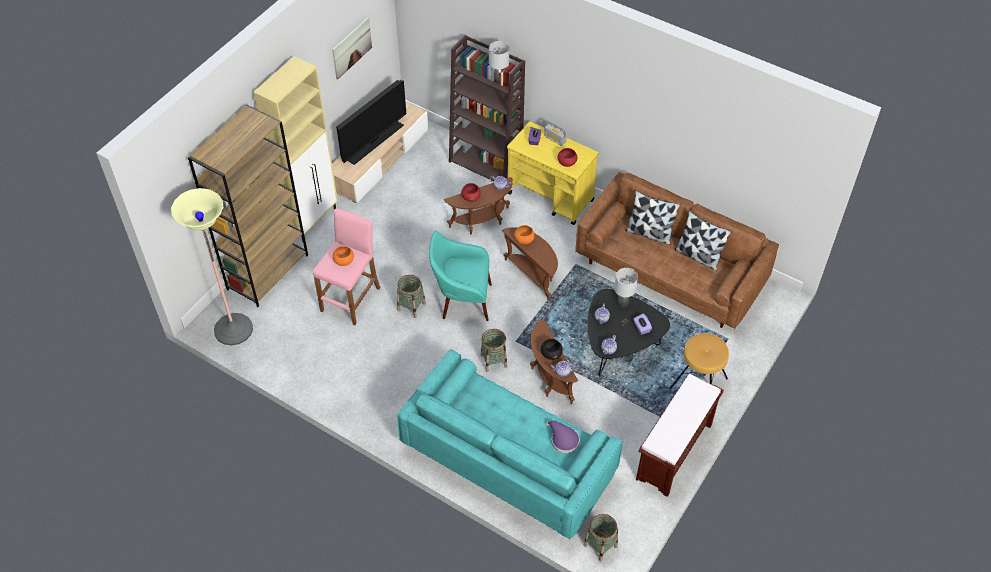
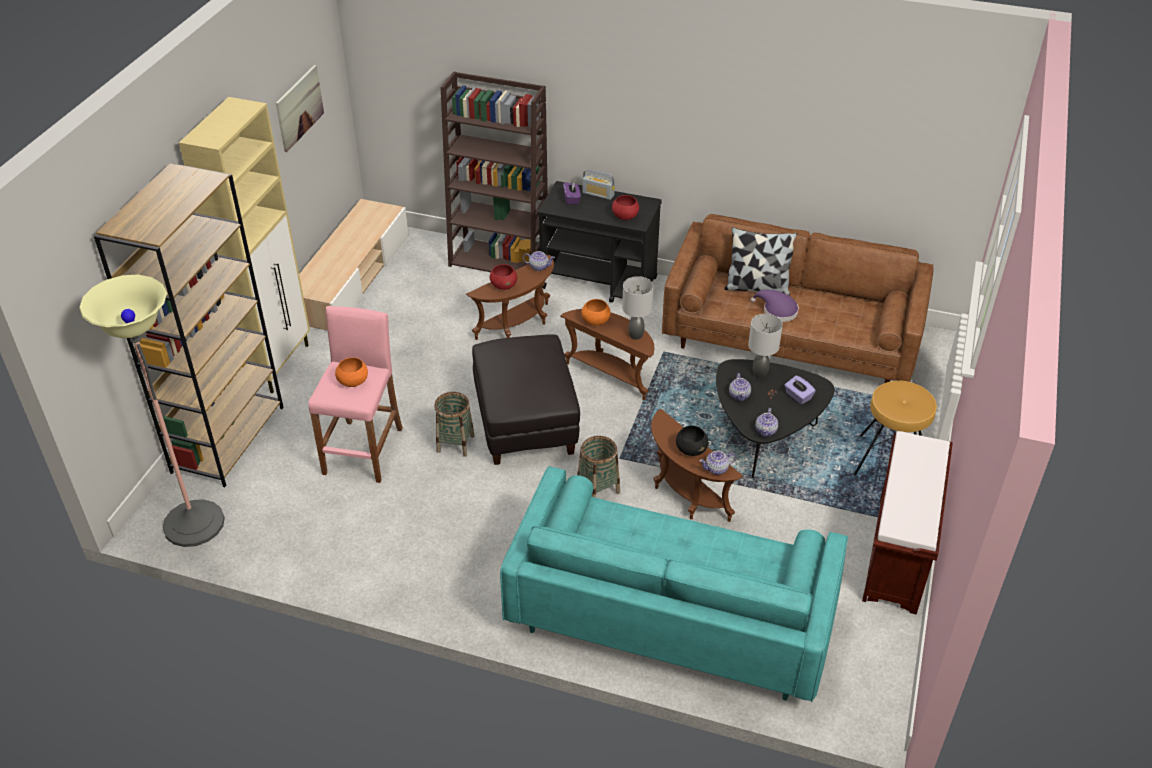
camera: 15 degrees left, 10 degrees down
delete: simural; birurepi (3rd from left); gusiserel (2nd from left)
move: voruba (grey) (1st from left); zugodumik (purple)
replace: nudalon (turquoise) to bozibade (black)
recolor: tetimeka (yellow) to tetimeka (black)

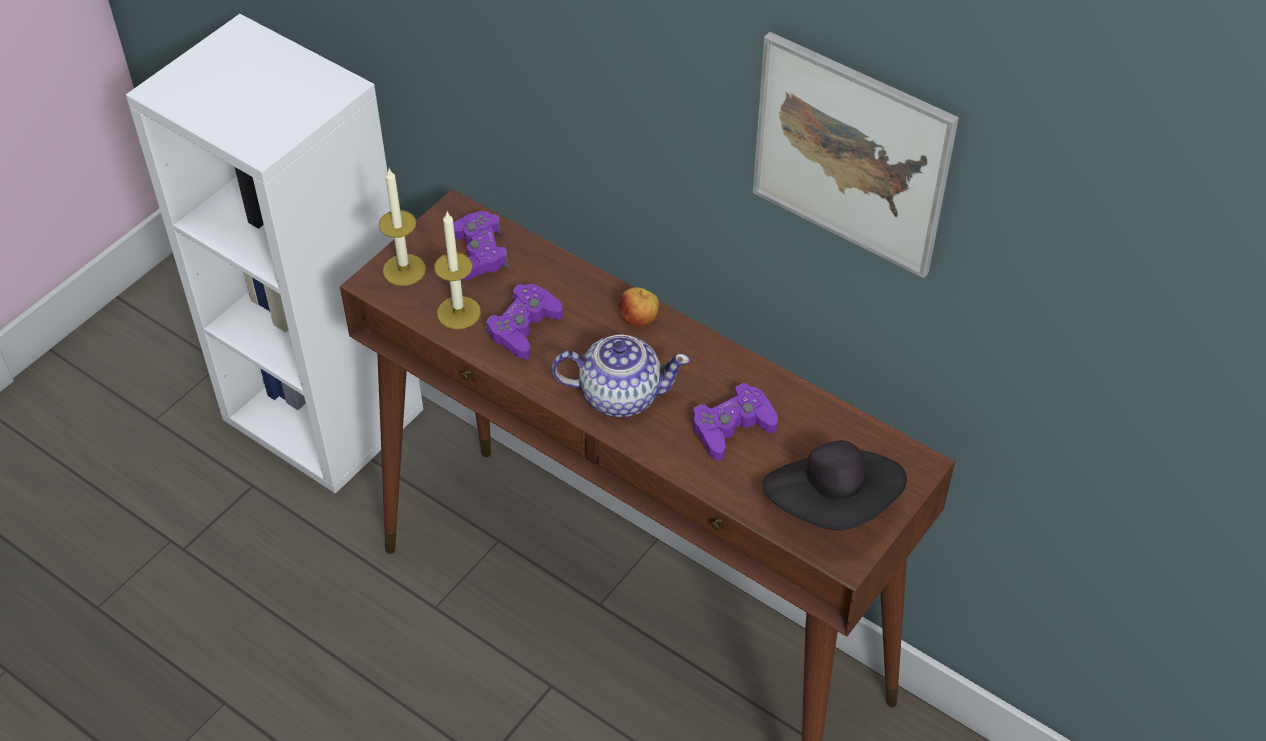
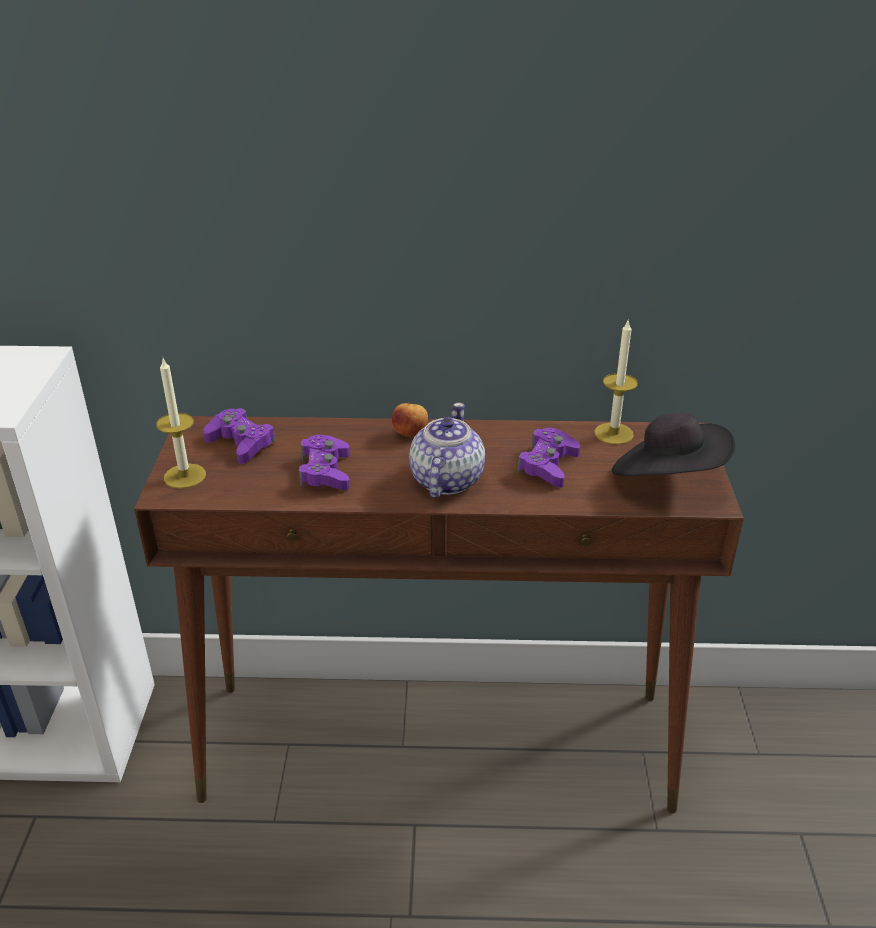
camera: 35 degrees left, 15 degrees down
delete: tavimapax
move: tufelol (2nd from left)
rotate: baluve 45 degrees counterclockwise

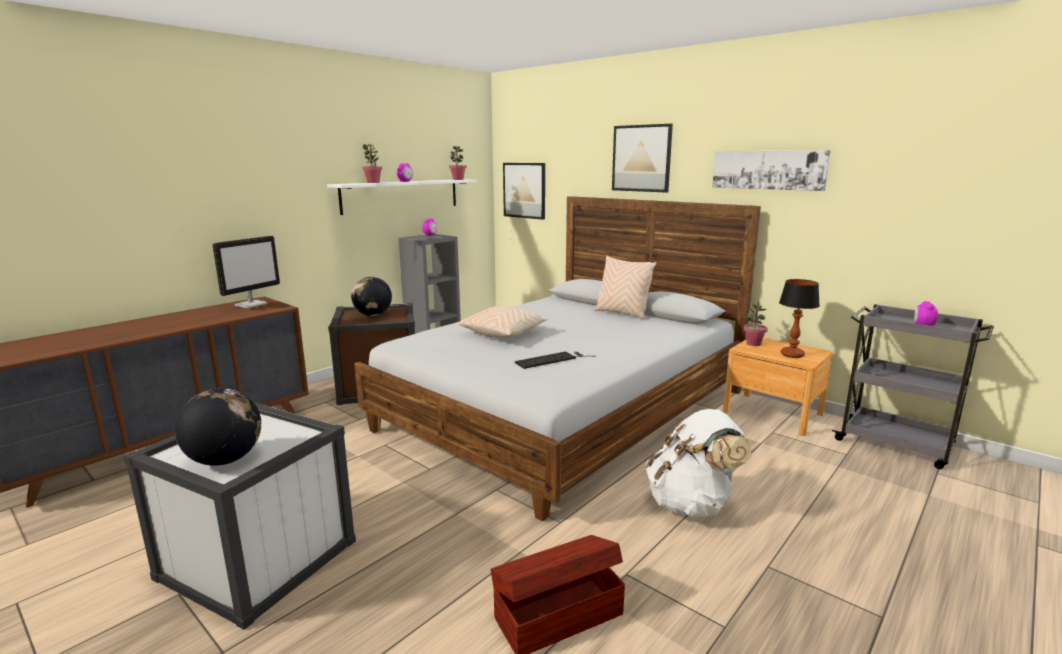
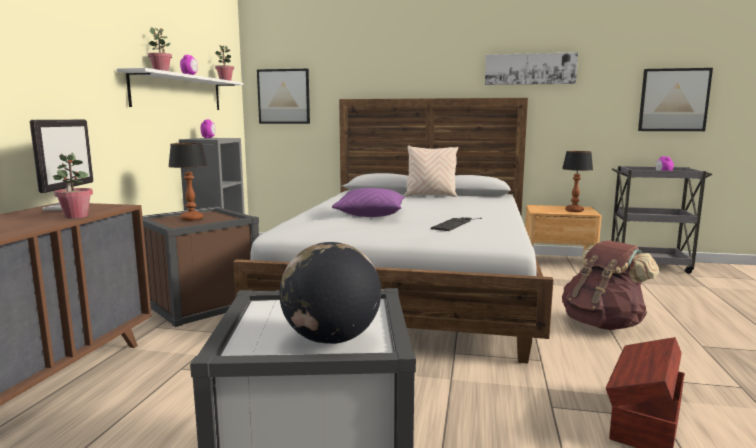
camera: 30 degrees left, 5 degrees down
move: tavimapax (2nd from left in the first image) to tavimapax (3rd from left); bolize (3rd from left in the first image) to bolize (1st from left)
replace: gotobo (2nd from left) to voruba (1st from left)
recolor: gusiserel (beige) (1st from left) to gusiserel (purple); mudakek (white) to mudakek (brown)

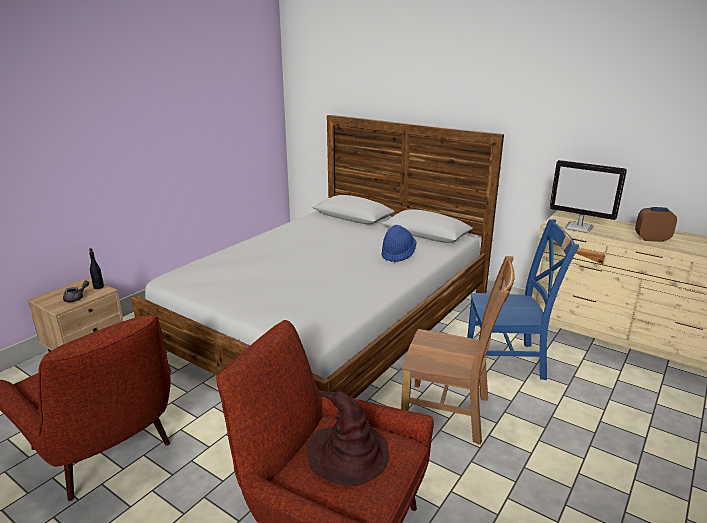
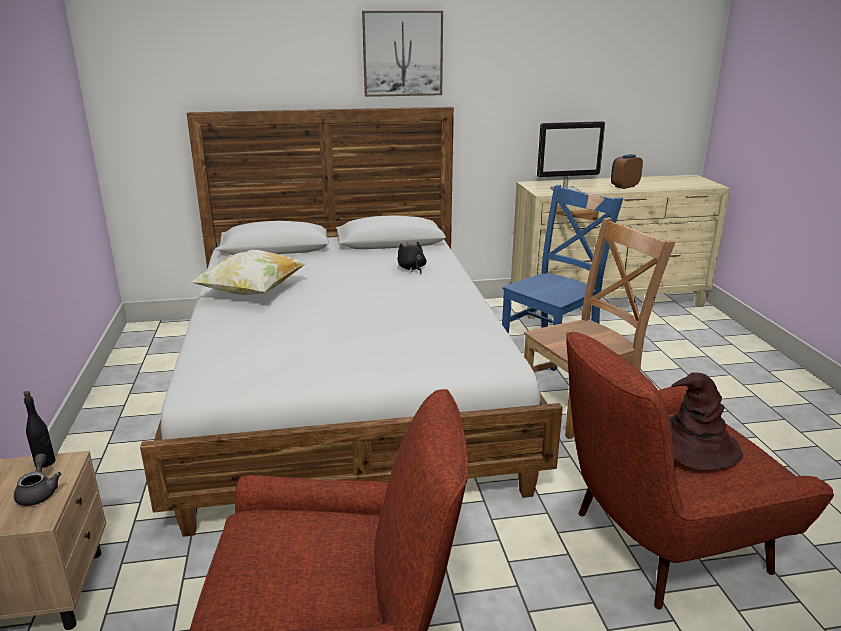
camera: 45 degrees left, 0 degrees up
insert: gusiserel; tavimapax
replace: zugodumik (blue) to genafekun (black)

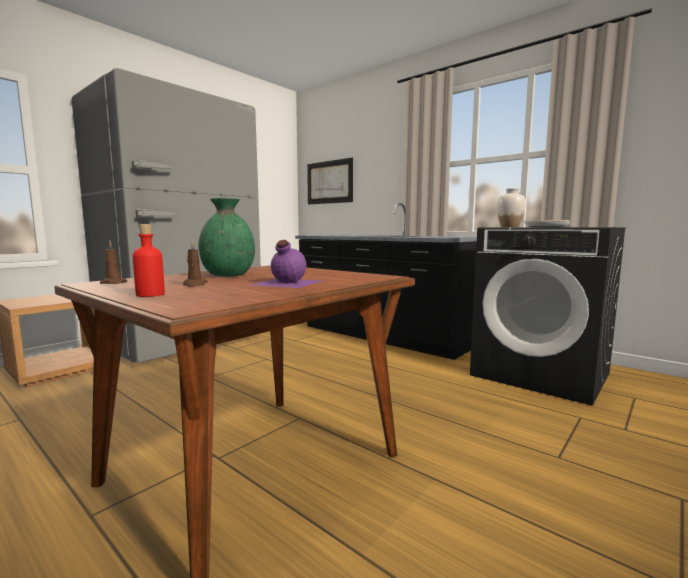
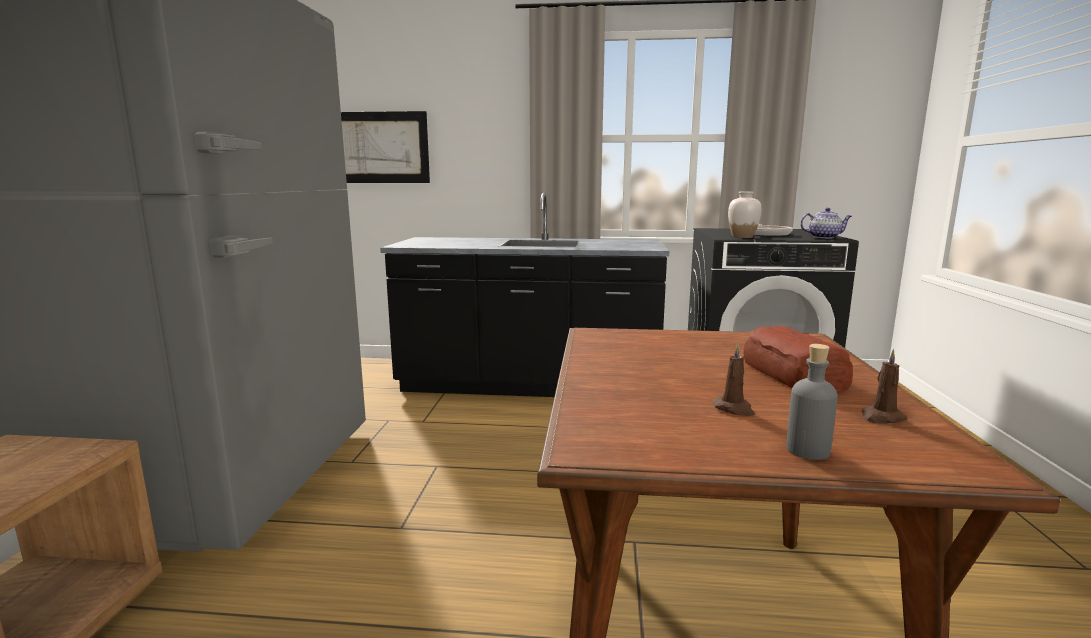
camera: 35 degrees left, 5 degrees up
delete: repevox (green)
insert: baluve
move: tufelol (brown) (1st from left in the first image) to tufelol (brown) (2nd from left)
replace: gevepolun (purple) to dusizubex
recolor: gevepolun (red) to gevepolun (grey)

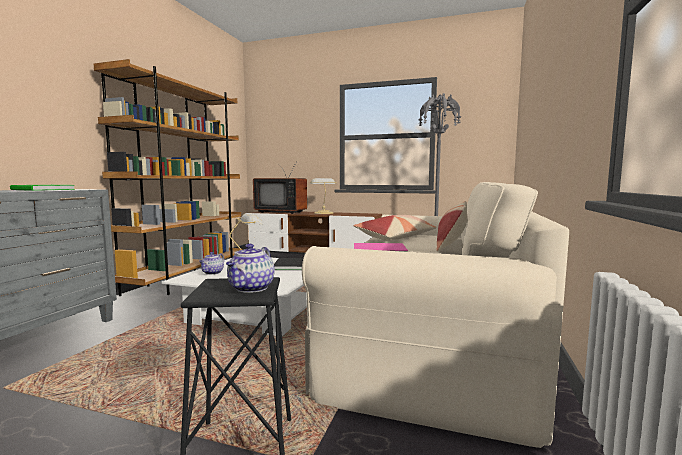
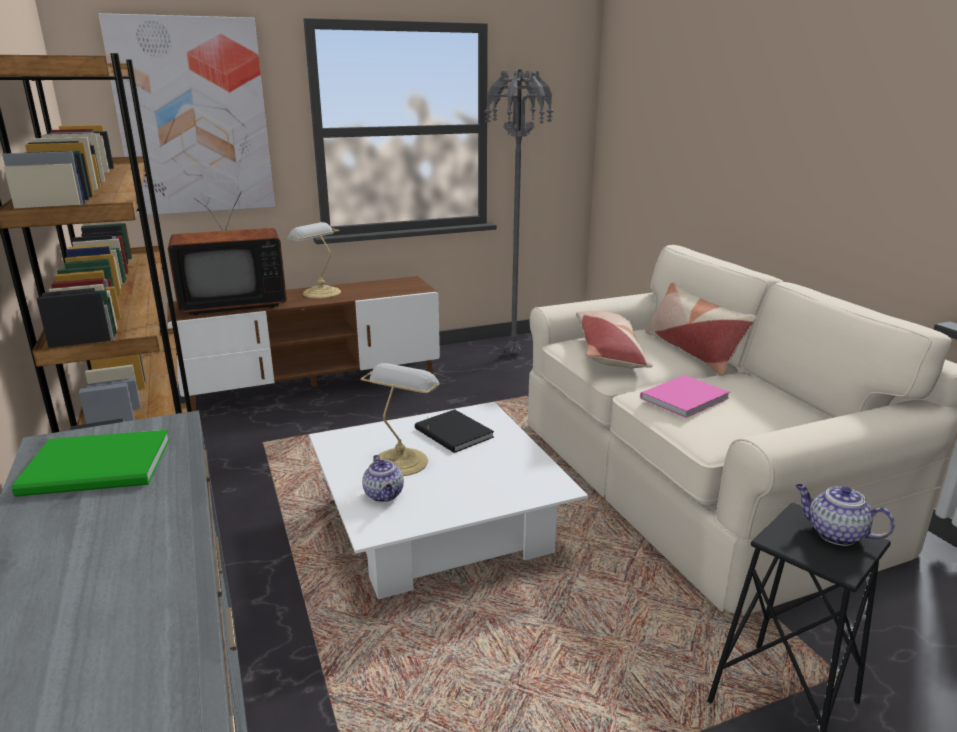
camera: 40 degrees left, 15 degrees up
insert: tavimapax
rotate: baluve (2nd from left) 150 degrees clockwise

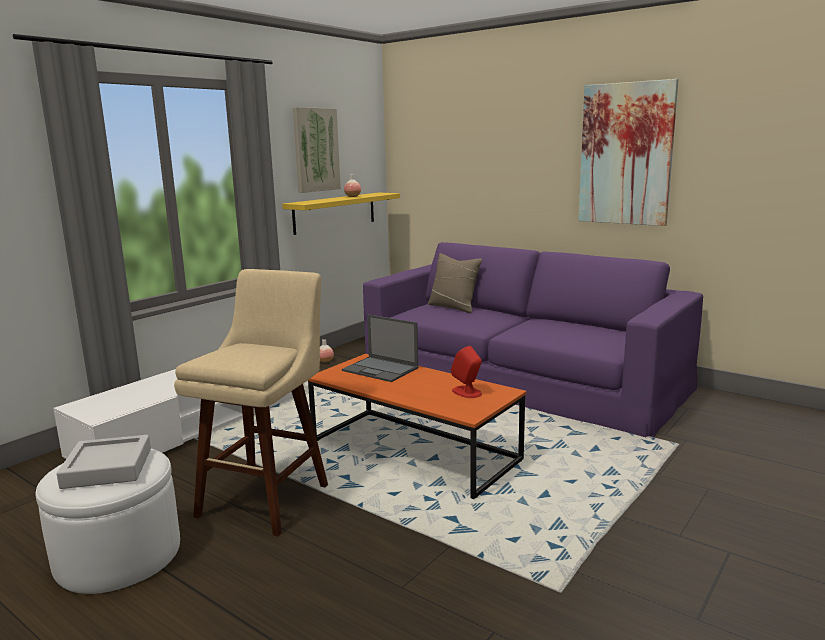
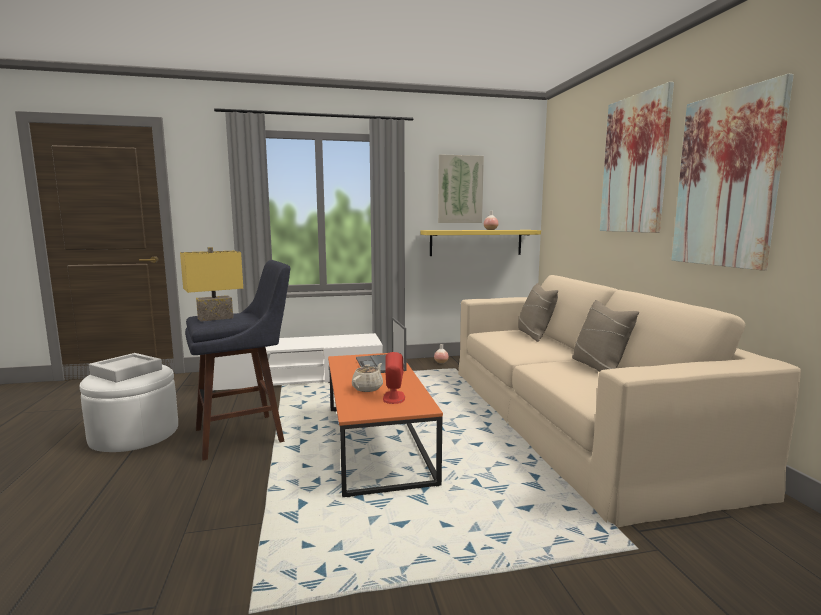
camera: 40 degrees right, 5 degrees down
insert: voruba (yellow); baluve (beige); gusiserel (beige) (2nd from left); tavimapax (2nd from left)
recolor: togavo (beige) to togavo (blue); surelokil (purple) to surelokil (beige)

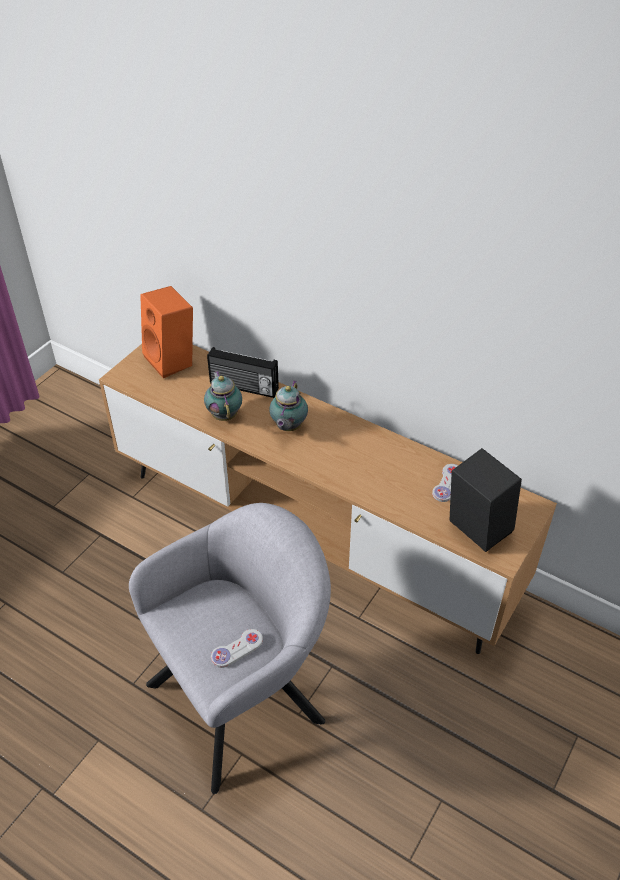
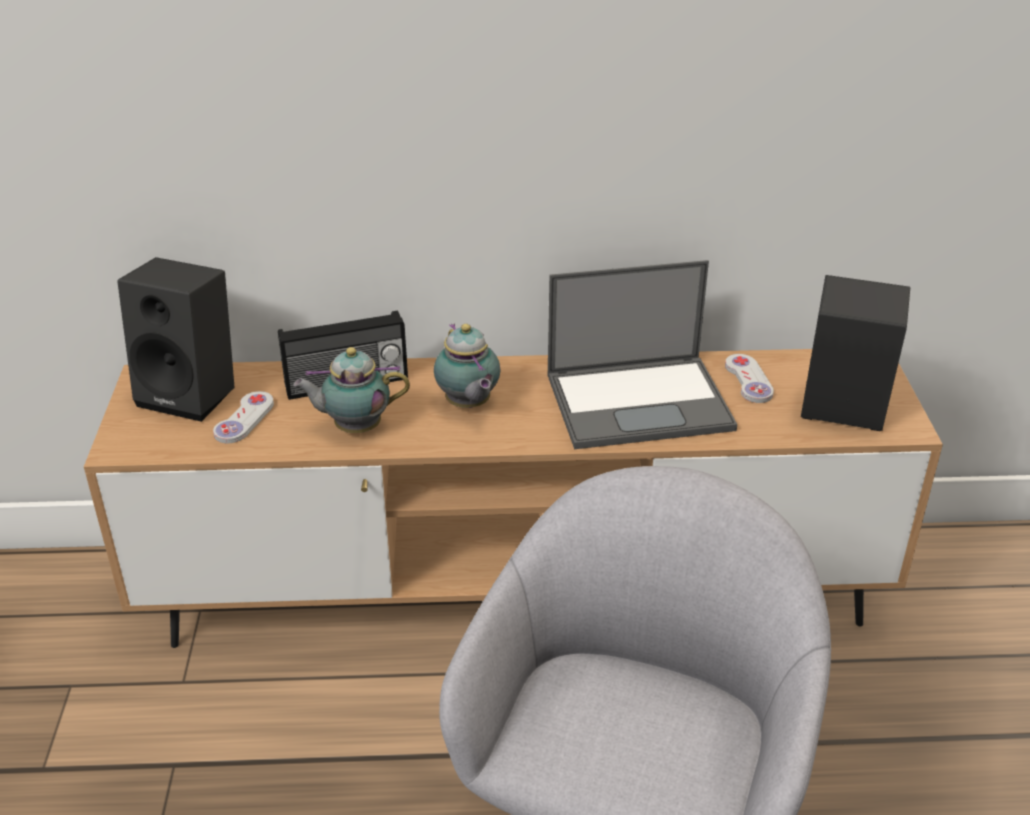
camera: 35 degrees left, 10 degrees down
insert: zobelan
move: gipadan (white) (1st from left)
recolor: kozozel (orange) to kozozel (black) (1st from left)
rotate: baluve (1st from left) 45 degrees counterclockwise

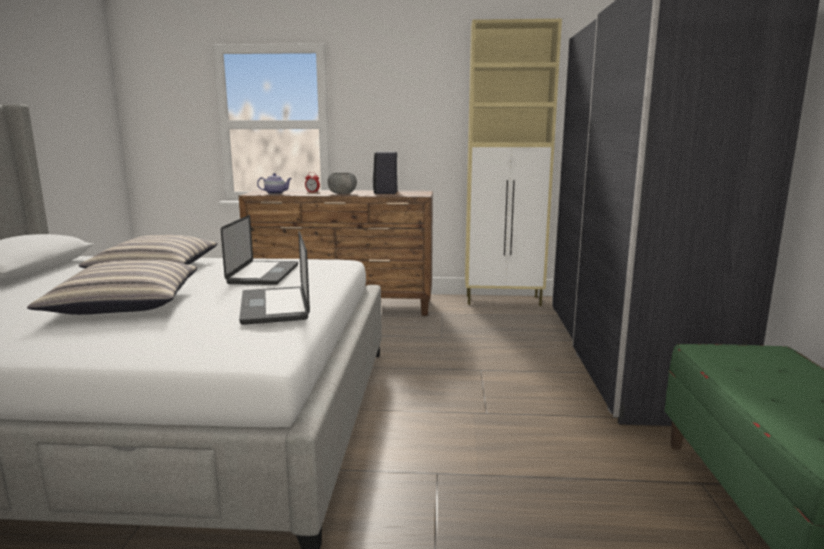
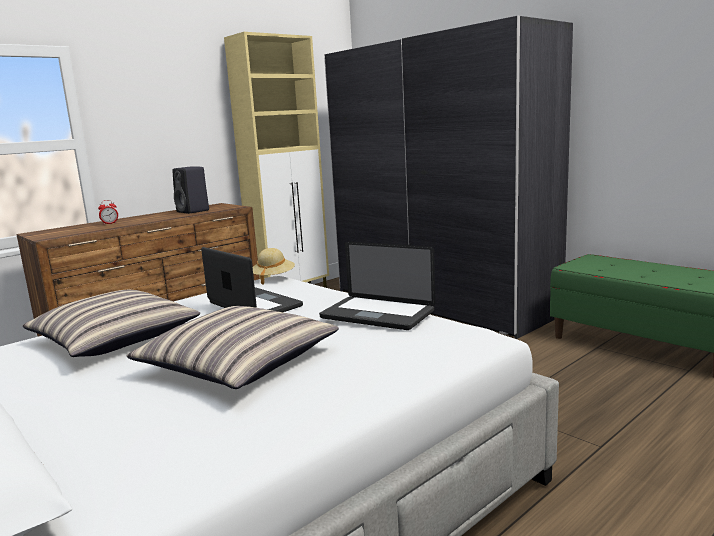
camera: 45 degrees left, 0 degrees up
delete: baluve; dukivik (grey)
insert: zugodumik (beige)

